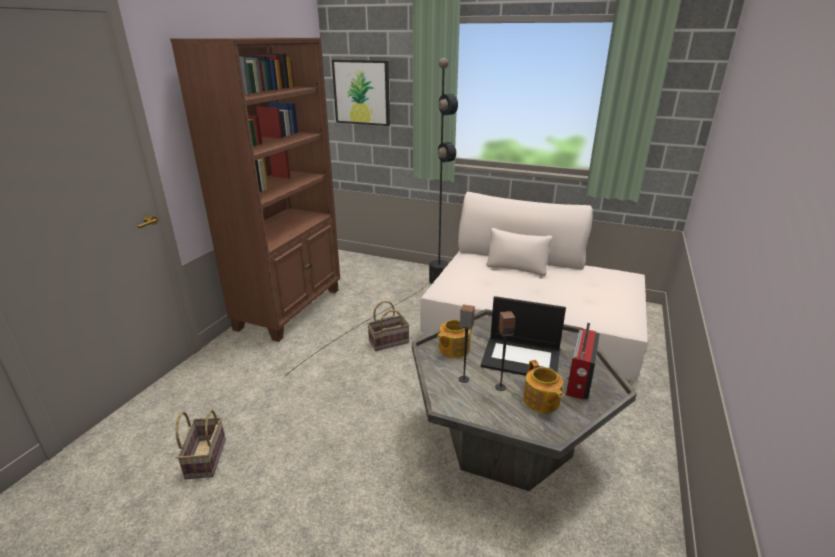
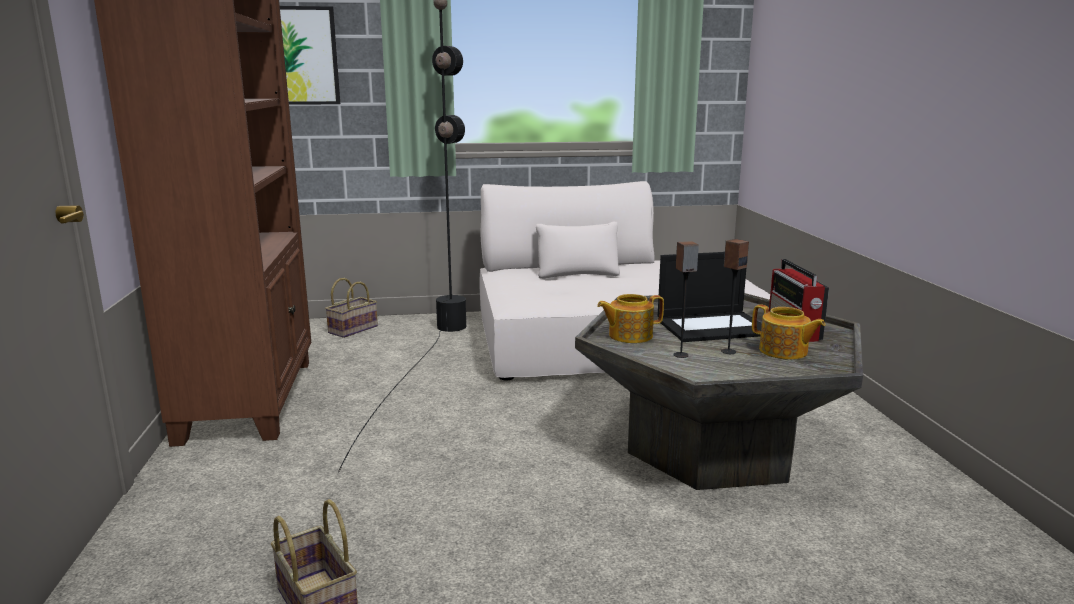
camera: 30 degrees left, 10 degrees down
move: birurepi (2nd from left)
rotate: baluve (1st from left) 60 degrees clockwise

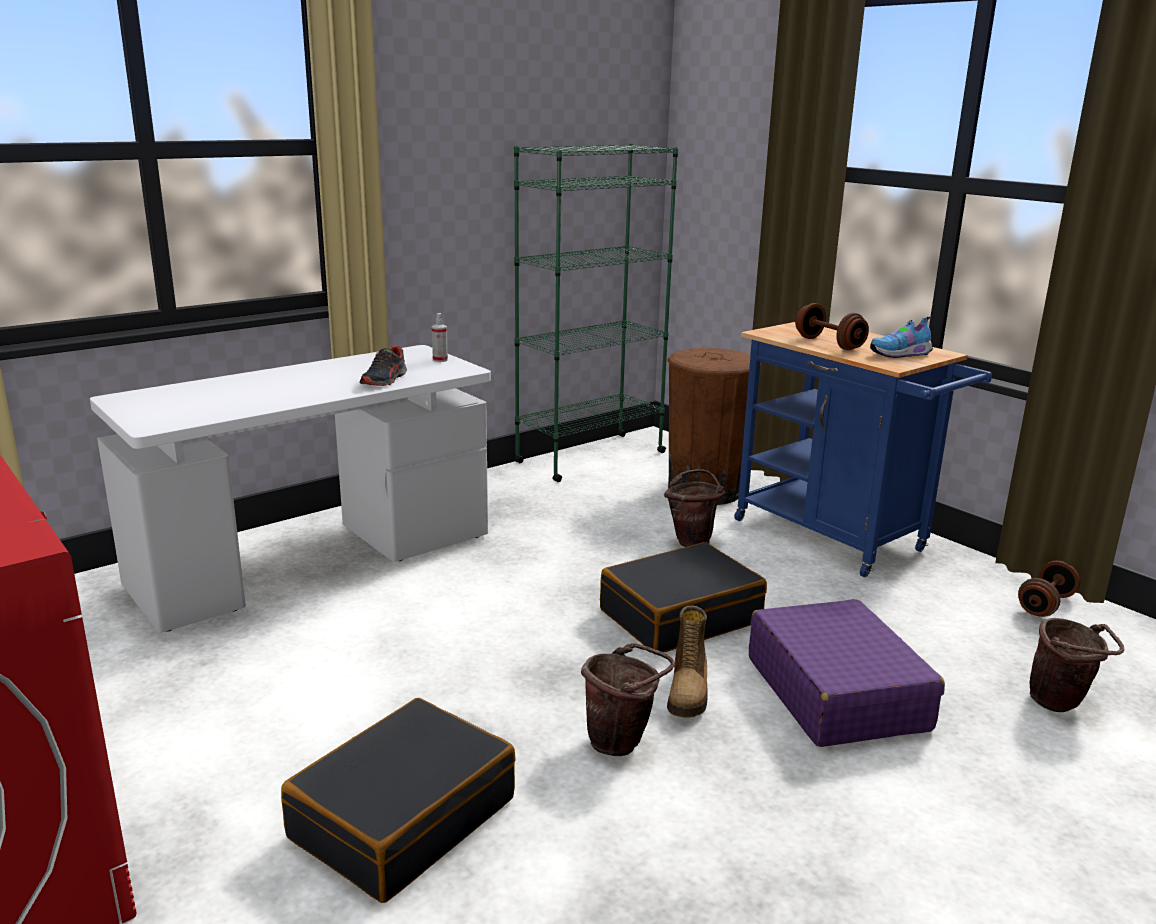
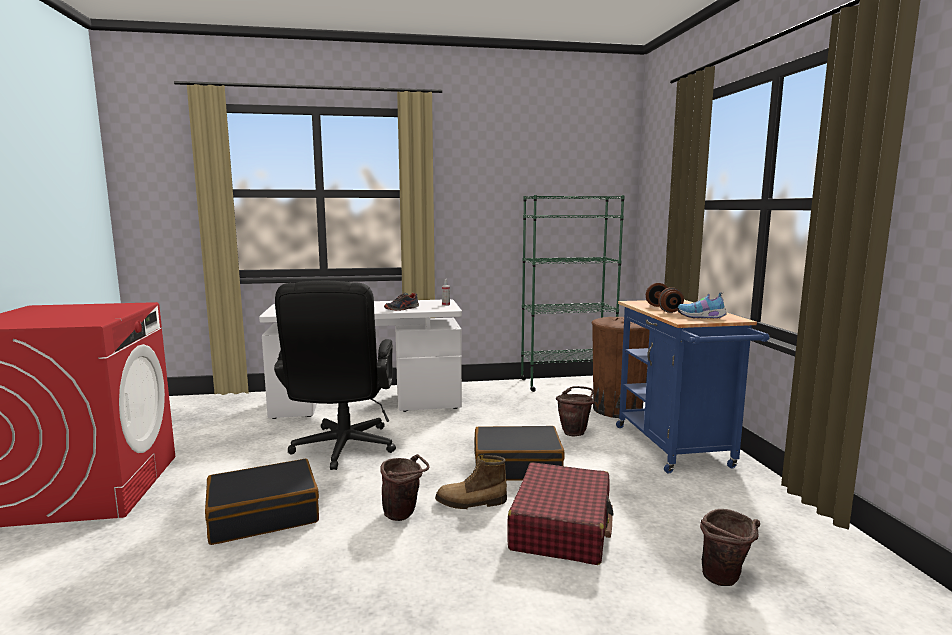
camera: 30 degrees right, 10 degrees down
delete: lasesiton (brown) (2nd from left)
insert: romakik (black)
recolor: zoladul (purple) to zoladul (red)
rotate: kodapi 45 degrees clockwise

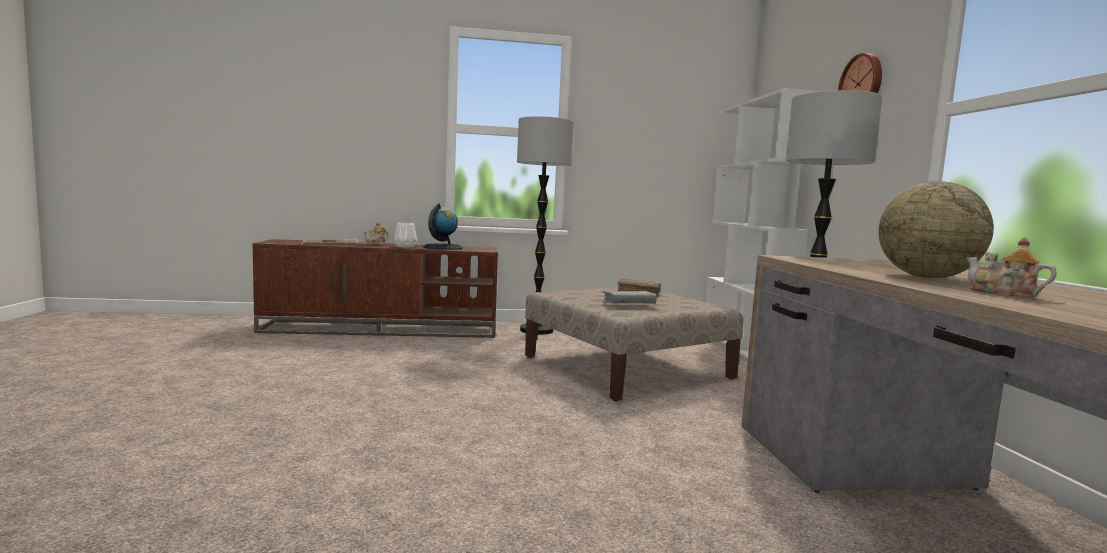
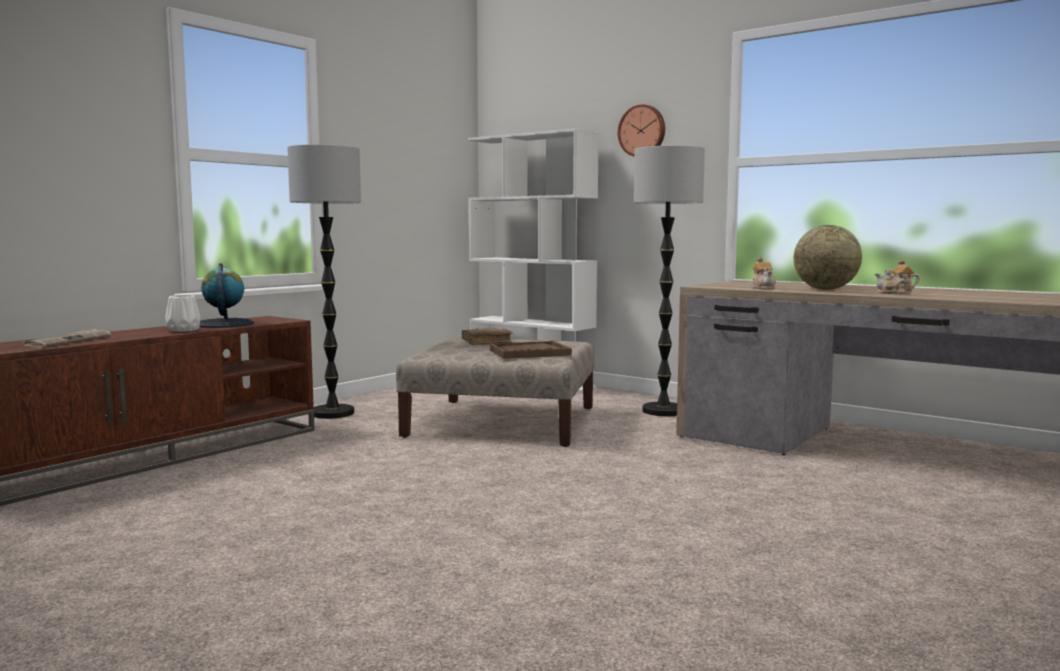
camera: 45 degrees left, 0 degrees up
move: baluve (1st from left)
replace: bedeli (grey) to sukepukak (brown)

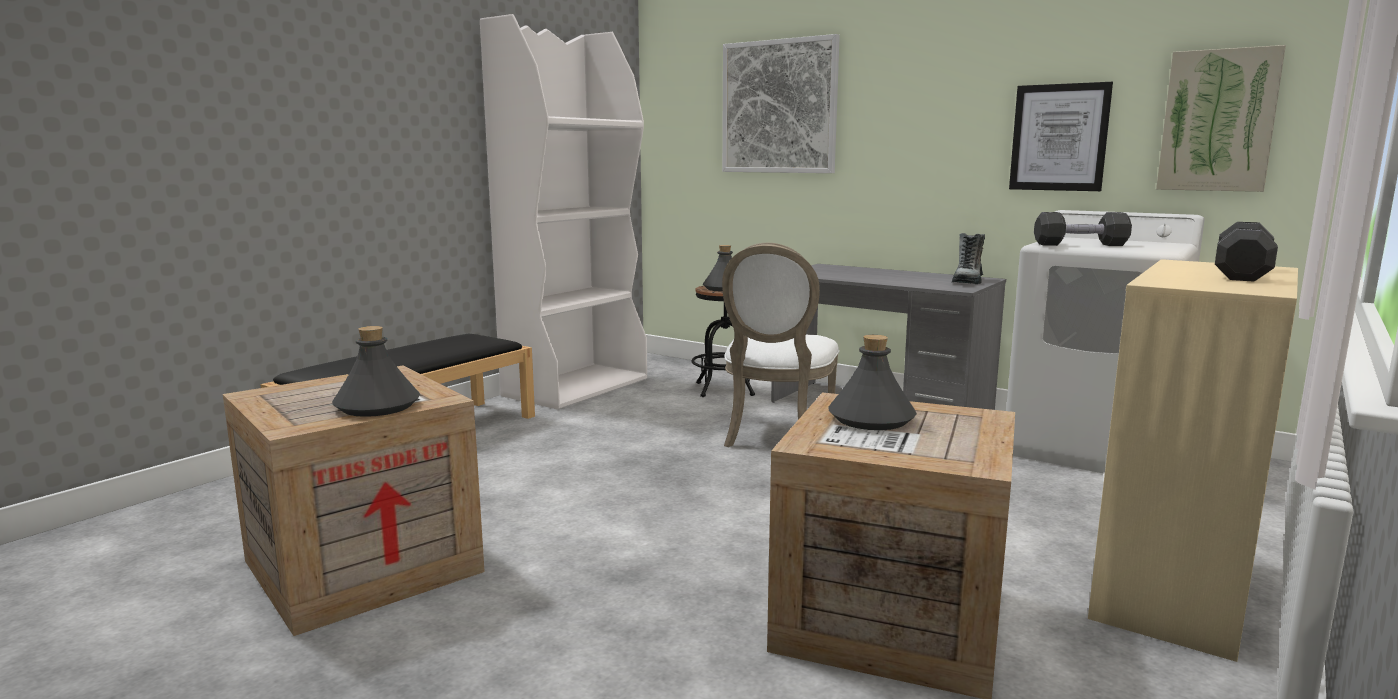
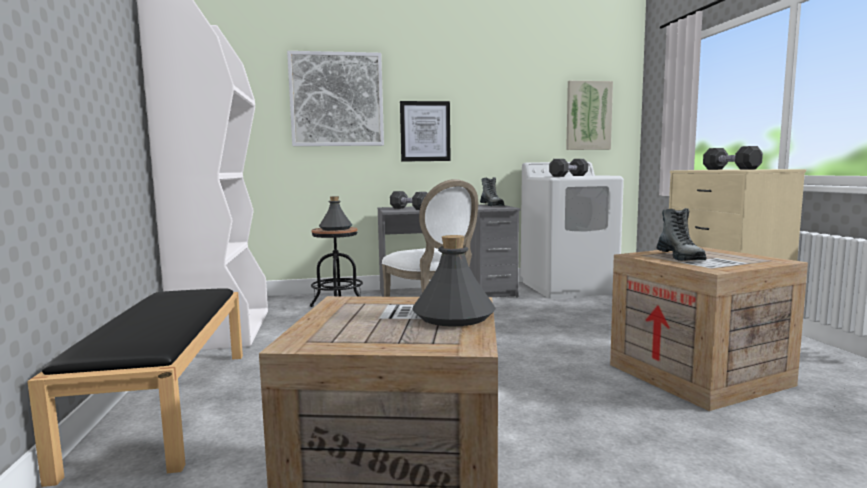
camera: 45 degrees left, 5 degrees down
insert: lasesiton (black) (1st from left)
move: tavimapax (2nd from left)
replace: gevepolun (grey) (3rd from left) to kodapi (2nd from left)

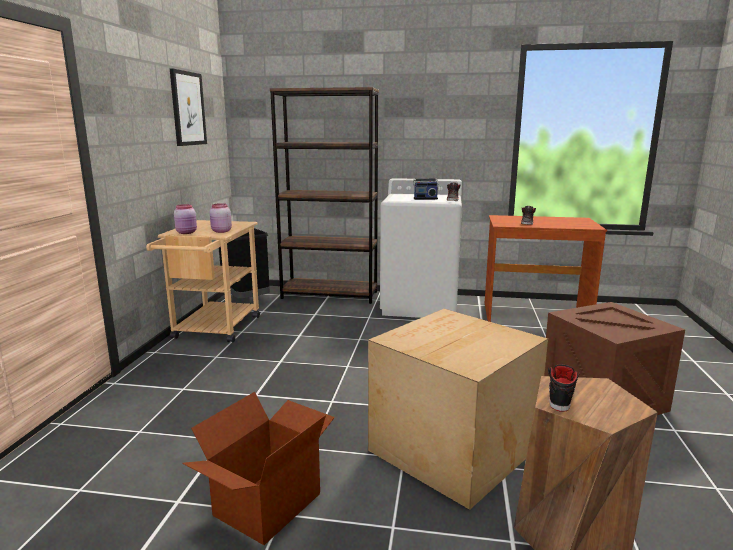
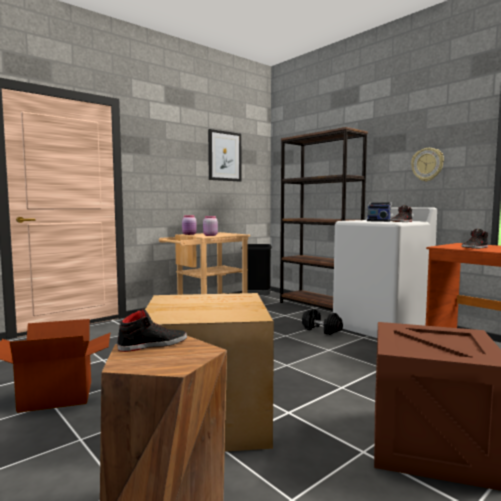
camera: 40 degrees right, 10 degrees down
insert: lasesiton (black); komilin

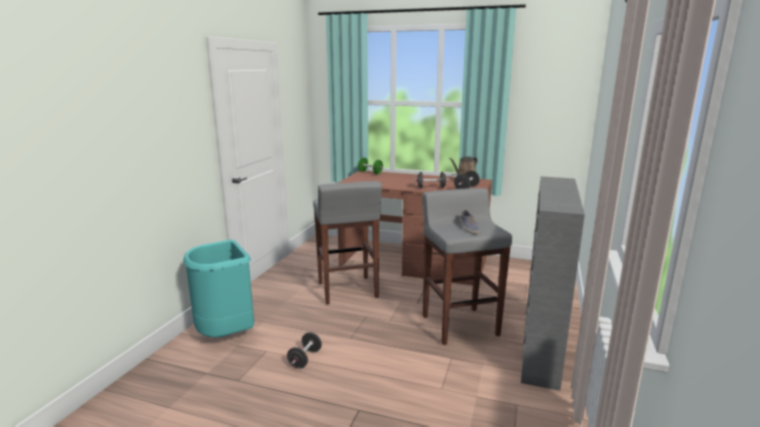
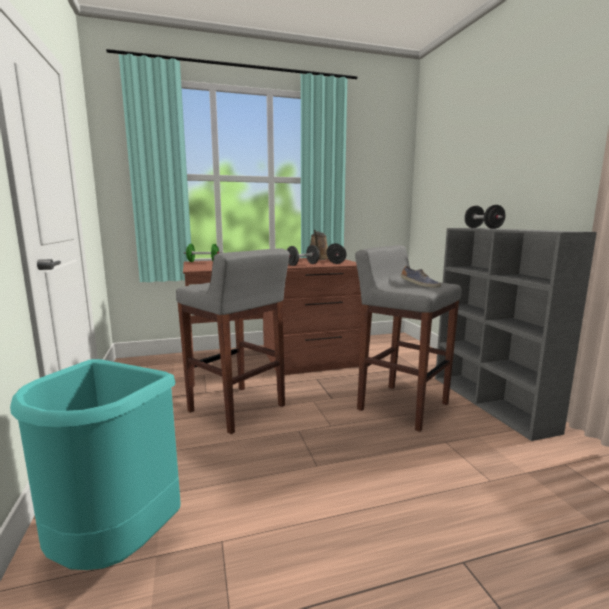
camera: 35 degrees left, 5 degrees down
move: lasesiton (black) (1st from left in the first image) to lasesiton (black) (3rd from left)

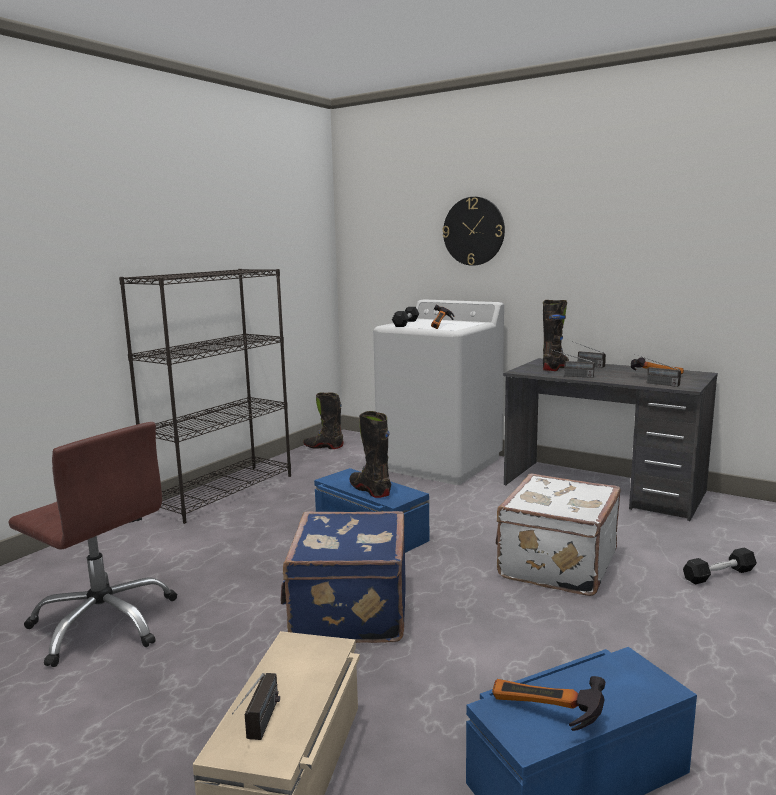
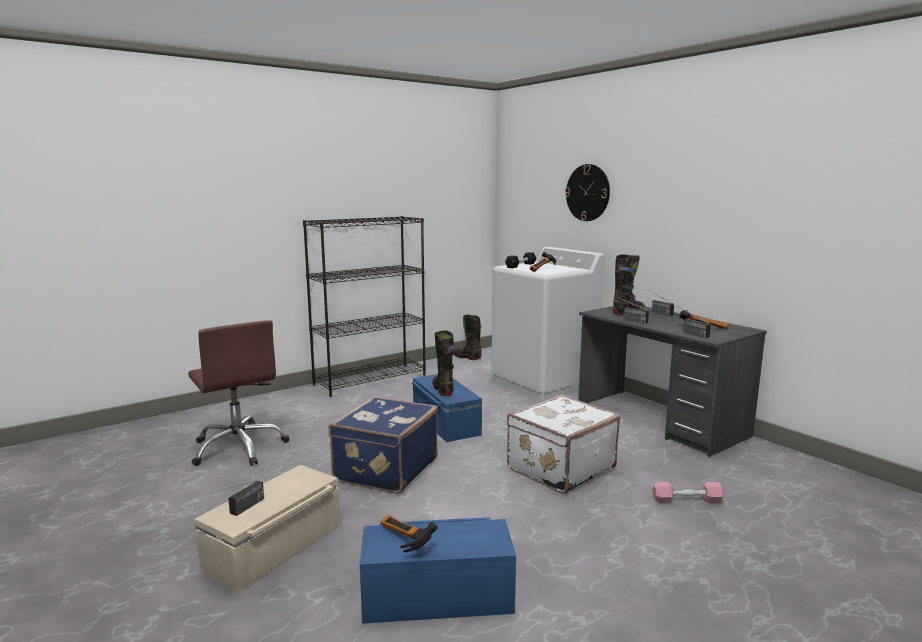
camera: 20 degrees right, 0 degrees up
recolor: lasesiton (black) (2nd from left) to lasesiton (pink)

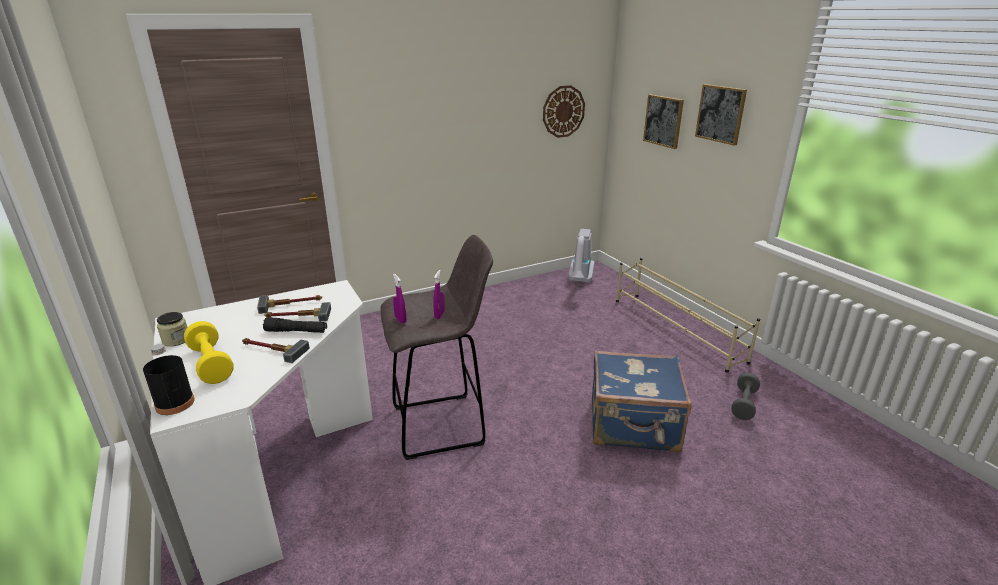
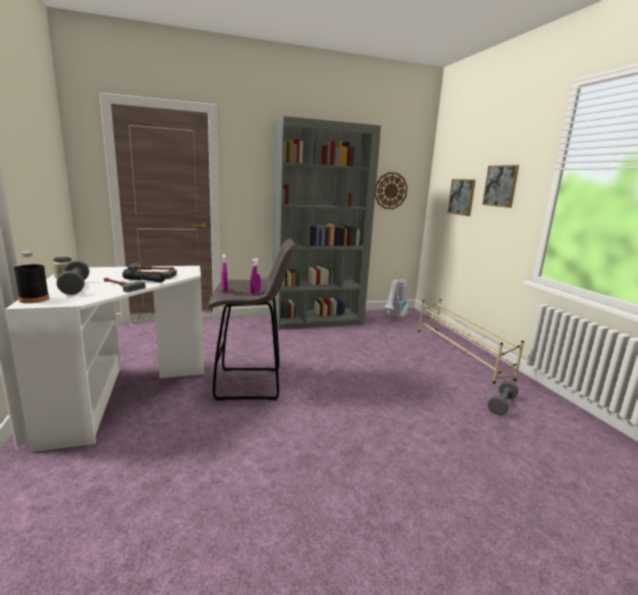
camera: 10 degrees right, 10 degrees down
delete: zoladul (blue)
insert: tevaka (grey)
recolor: lasesiton (yellow) to lasesiton (grey) (1st from left)

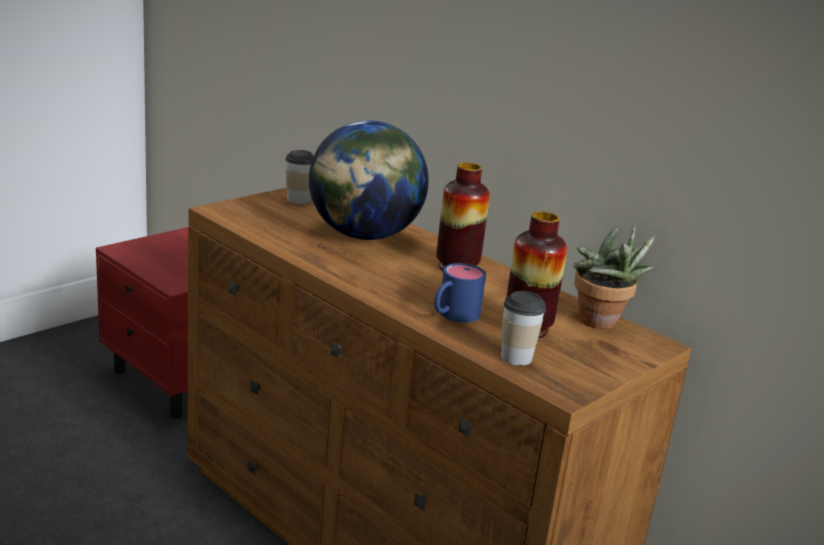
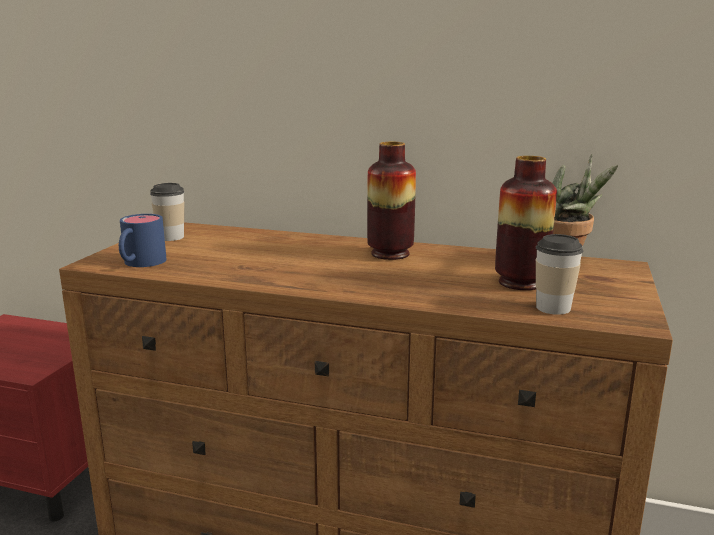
camera: 25 degrees left, 5 degrees down
delete: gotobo
move: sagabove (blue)

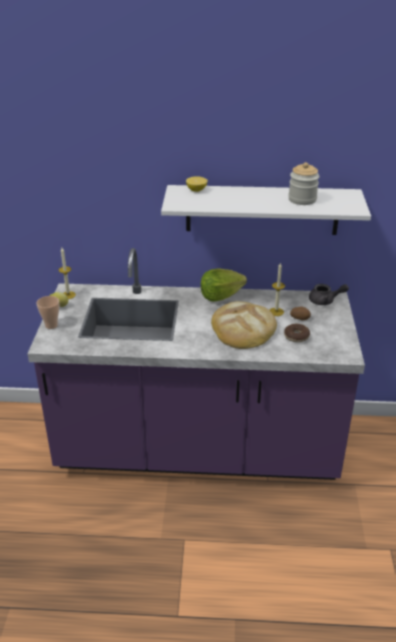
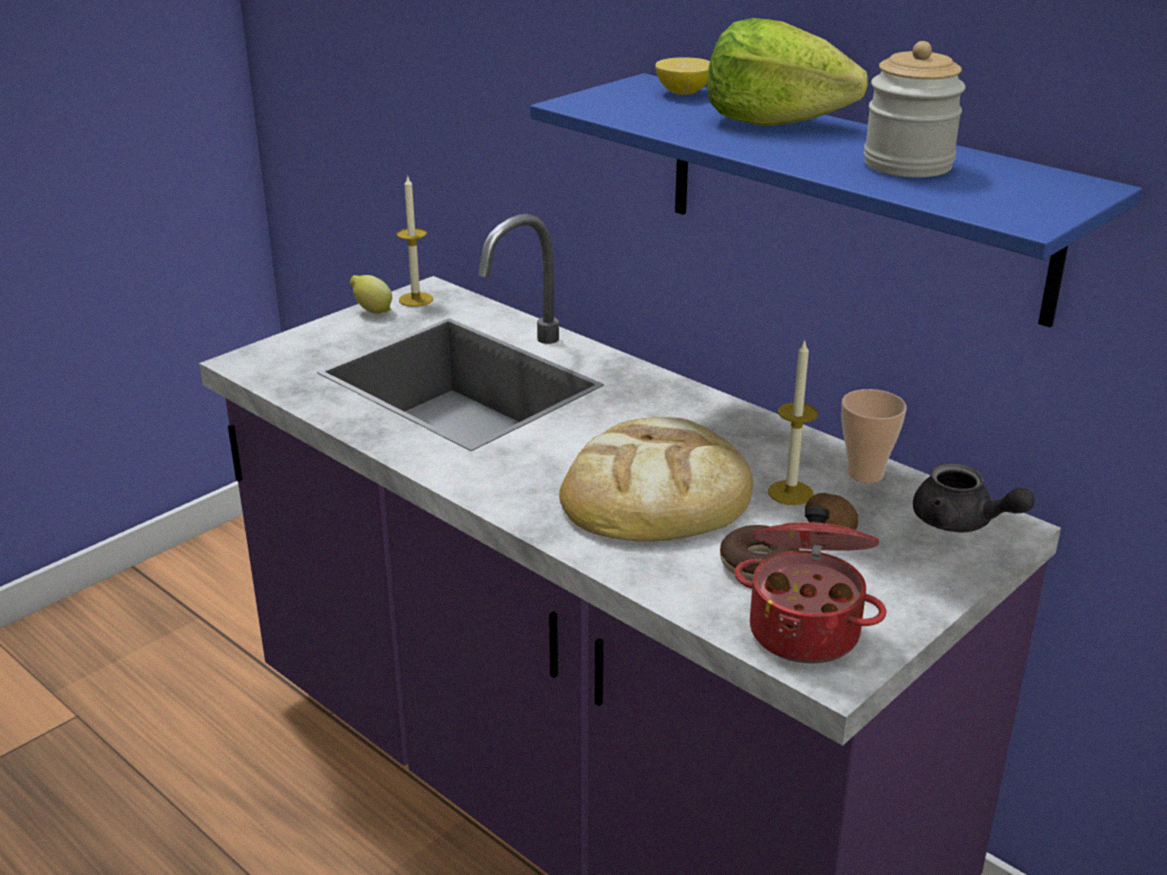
camera: 40 degrees right, 5 degrees down
insert: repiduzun
move: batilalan; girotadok
recolor: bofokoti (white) to bofokoti (blue)

